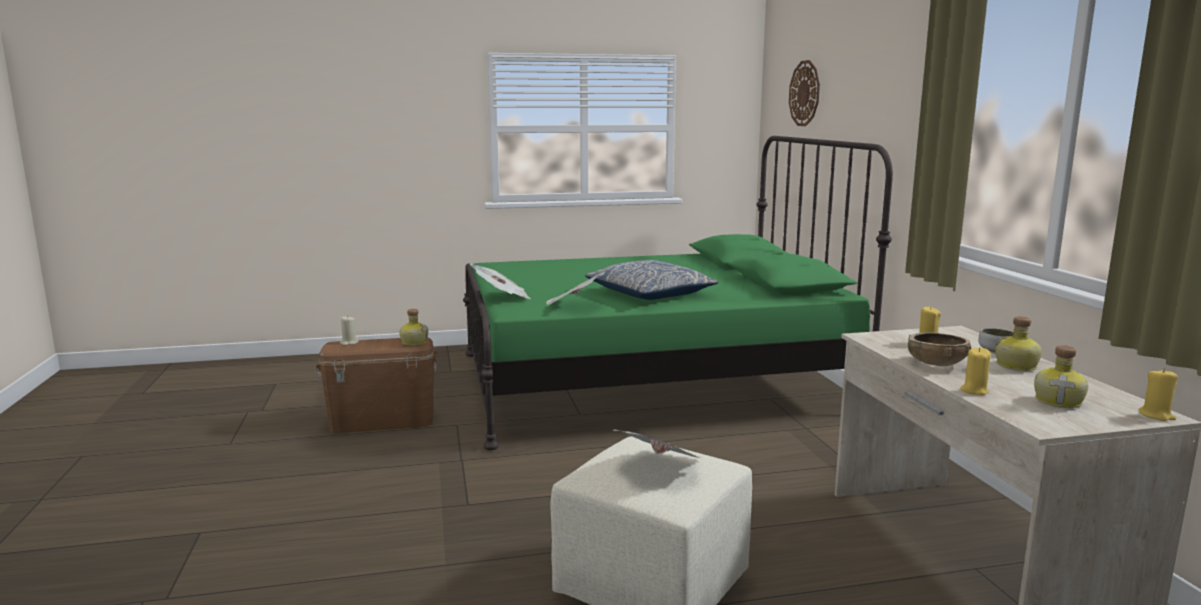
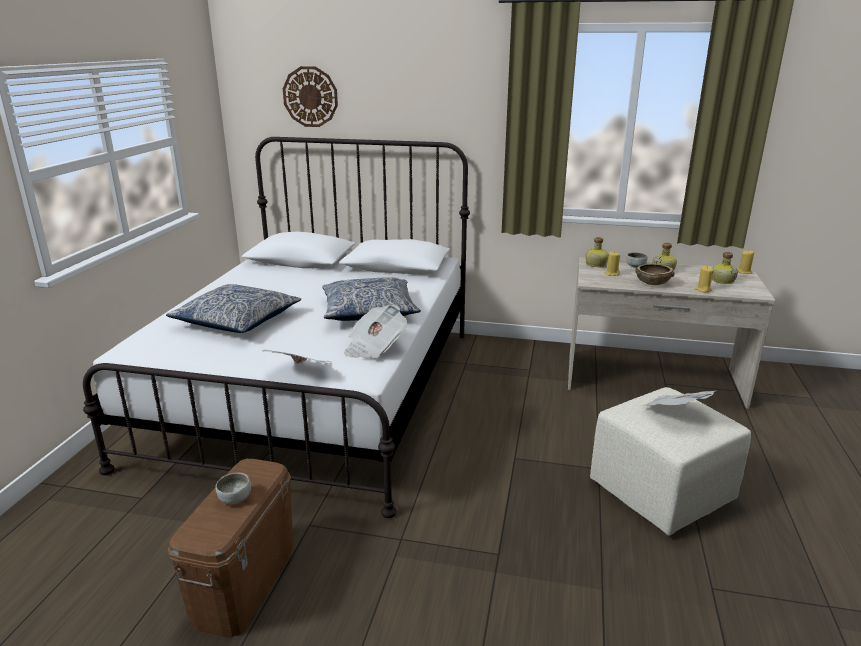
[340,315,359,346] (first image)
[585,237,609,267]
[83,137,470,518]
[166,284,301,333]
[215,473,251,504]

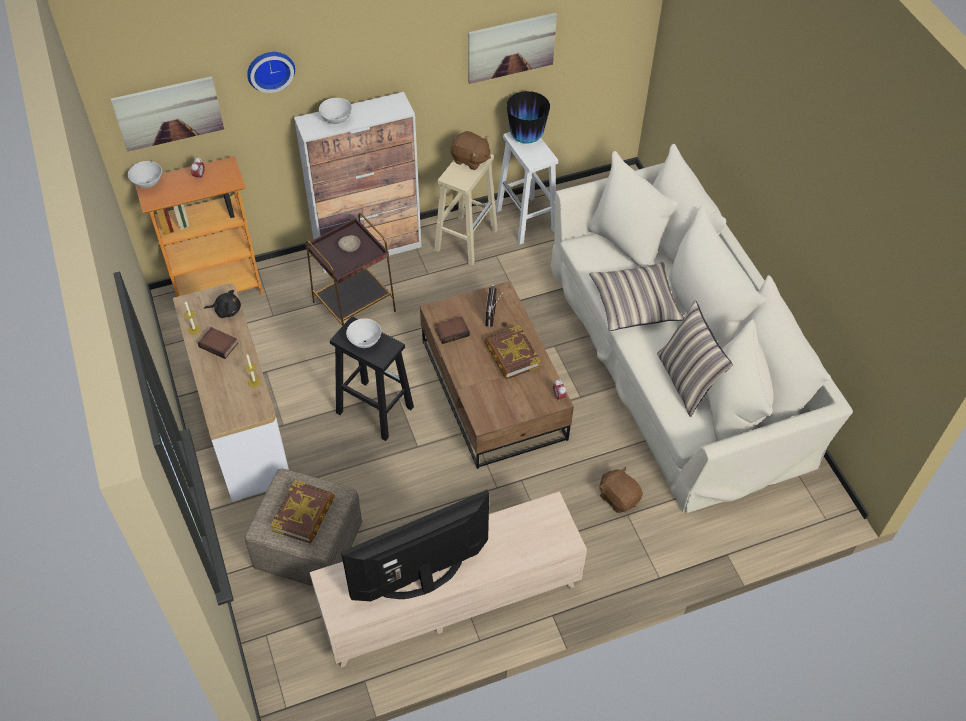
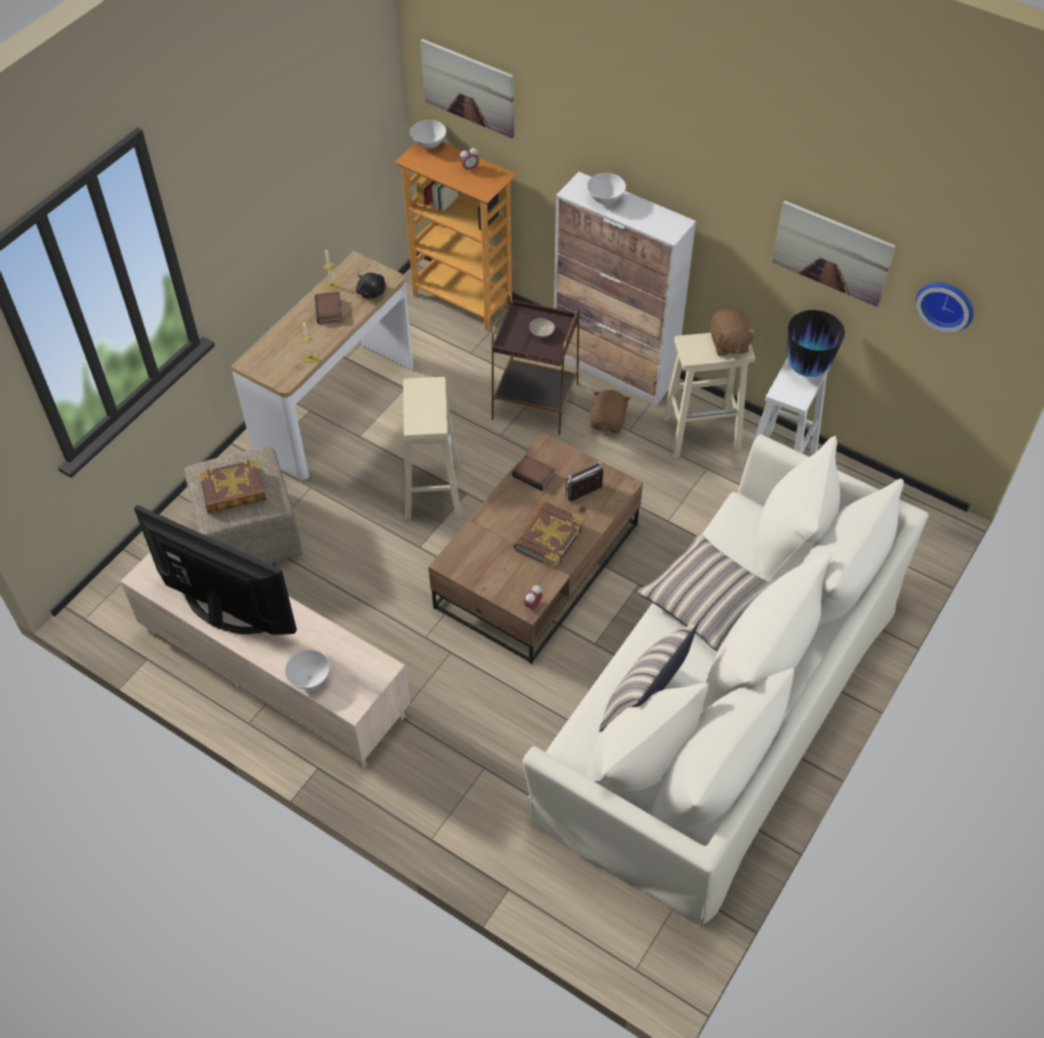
[916,282,974,333]
[403,377,462,520]
[285,650,329,689]
[590,390,630,433]

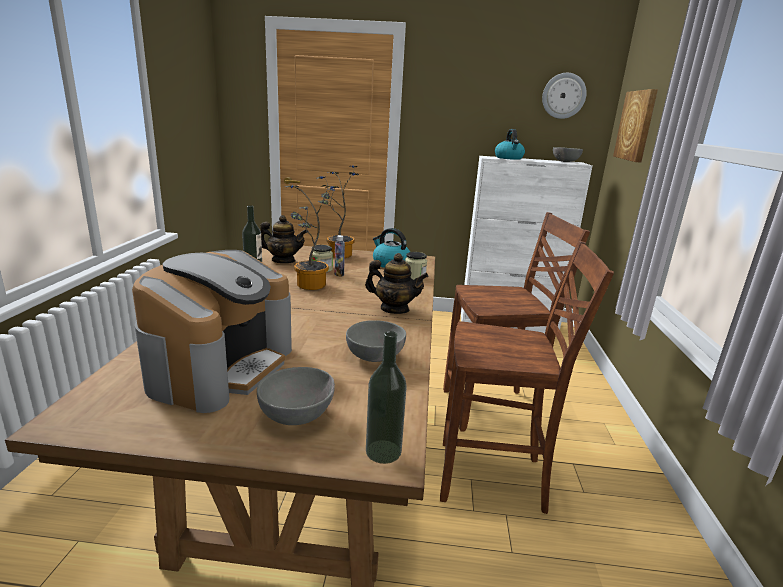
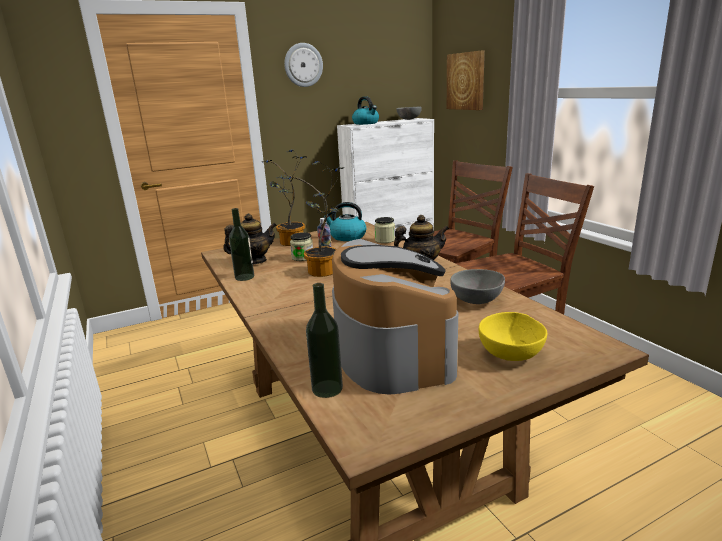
[479,312,547,361]
[306,283,343,398]
[284,43,323,87]

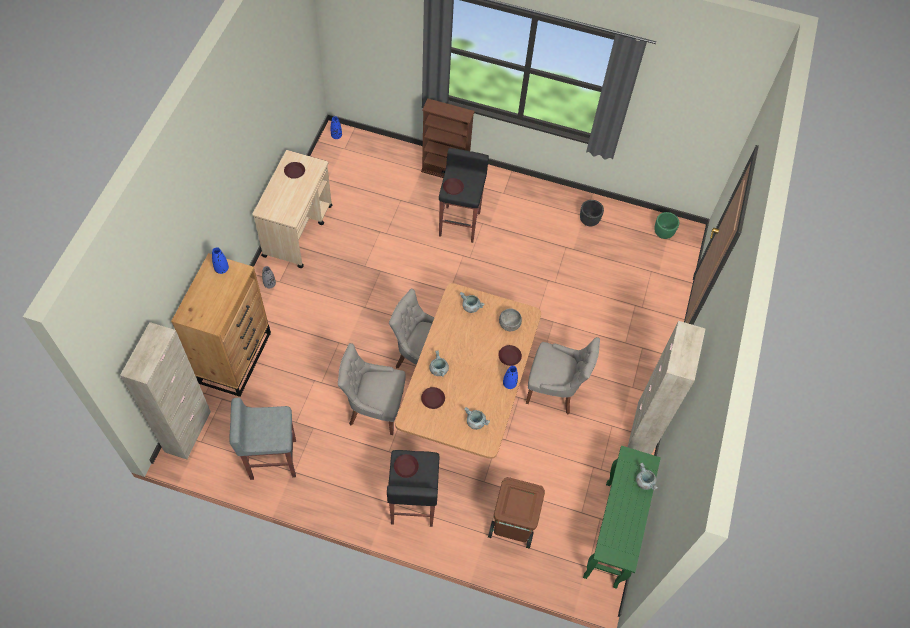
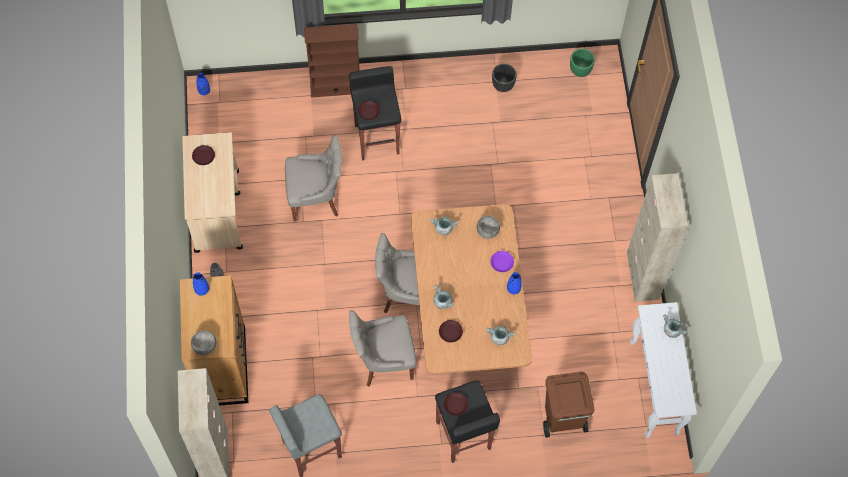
[490,251,514,272]
[285,135,342,222]
[630,302,697,438]
[191,330,217,355]

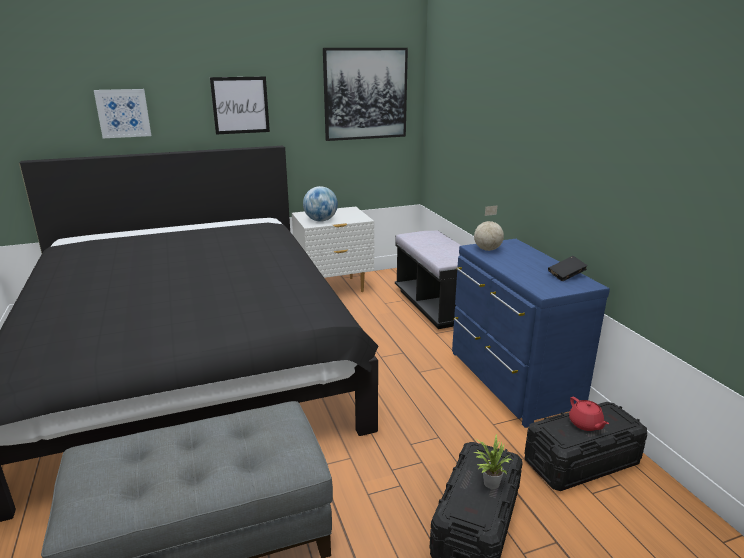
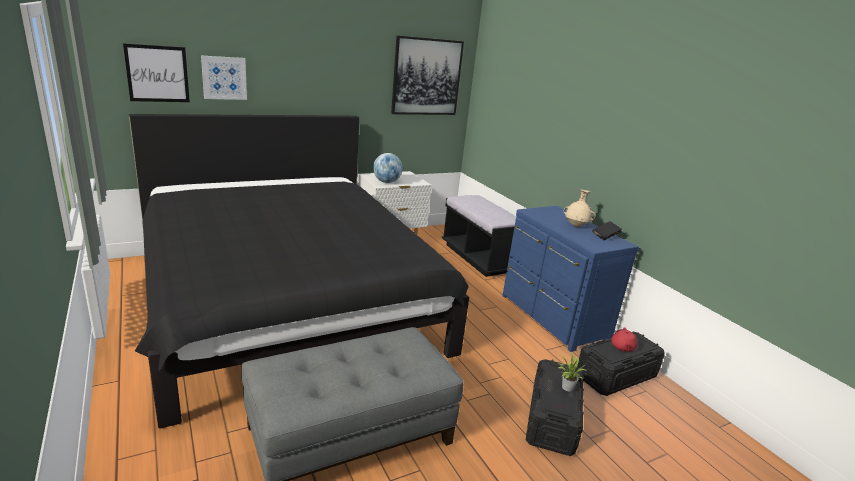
[123,43,190,102]
[474,206,504,251] (first image)
[611,327,637,352]
[564,190,595,227]

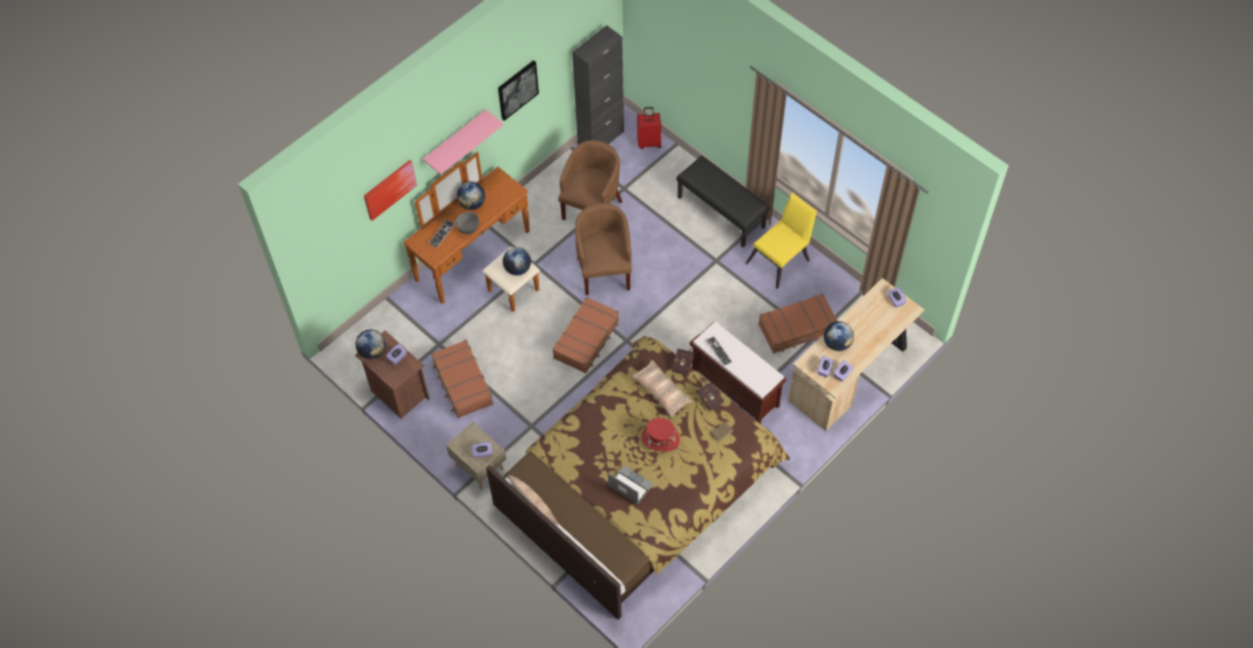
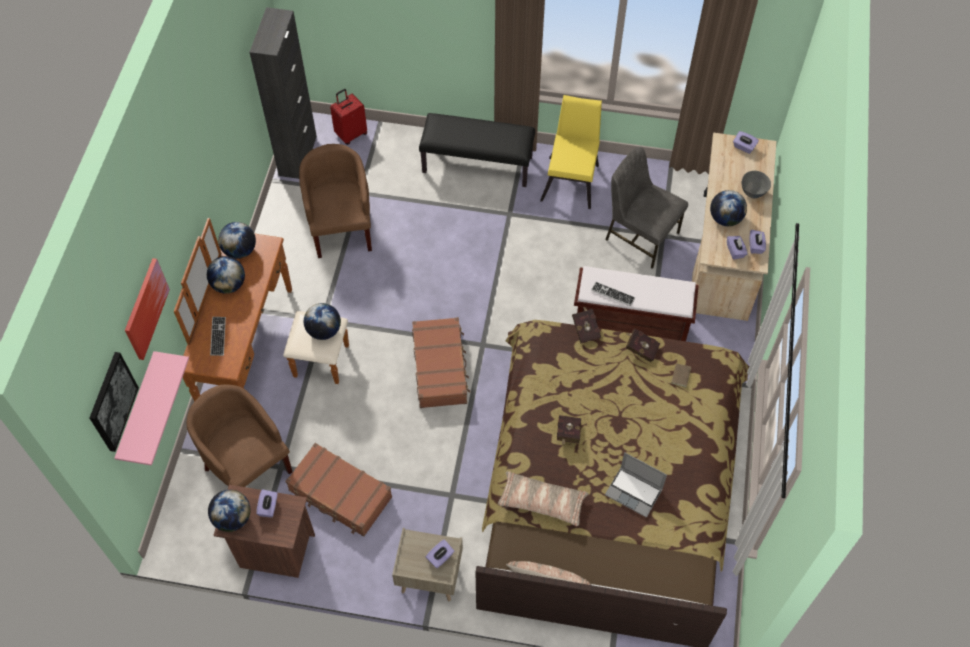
[114,351,189,466]
[742,171,771,198]
[90,352,139,452]
[187,384,293,487]
[605,452,667,518]
[498,471,589,526]
[641,418,680,452] (first image)
[605,147,688,269]
[218,222,256,259]
[557,415,581,445]

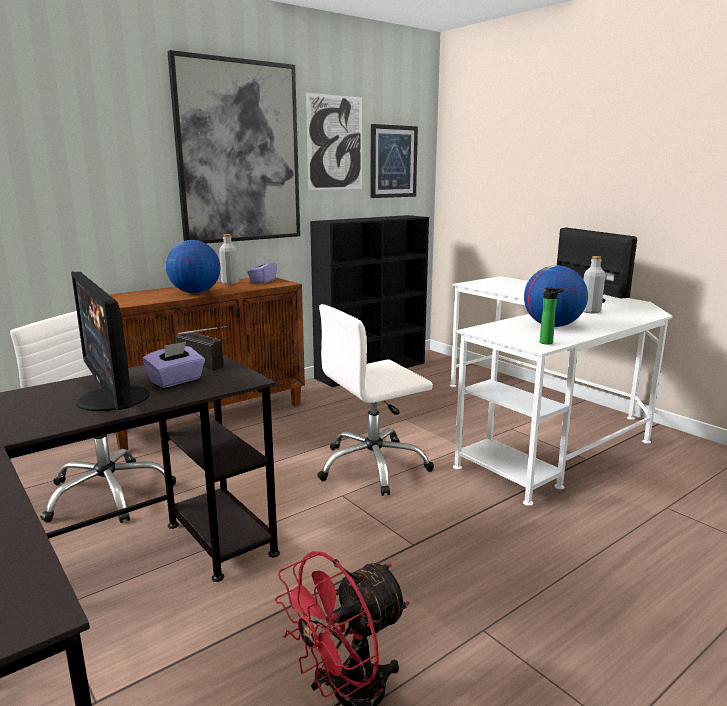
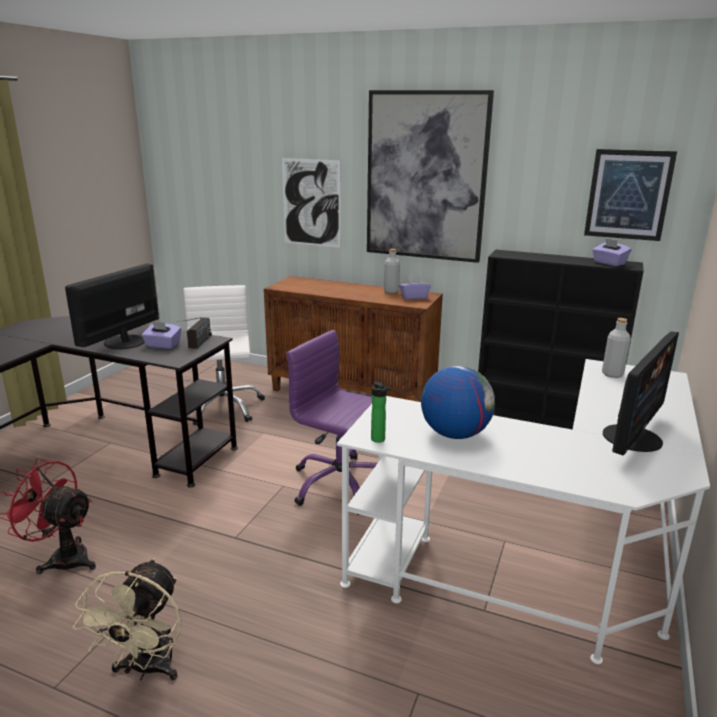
[166,240,221,293] (first image)
[282,158,340,248]
[286,330,377,515]
[602,318,631,378]
[73,558,182,681]
[592,238,631,266]

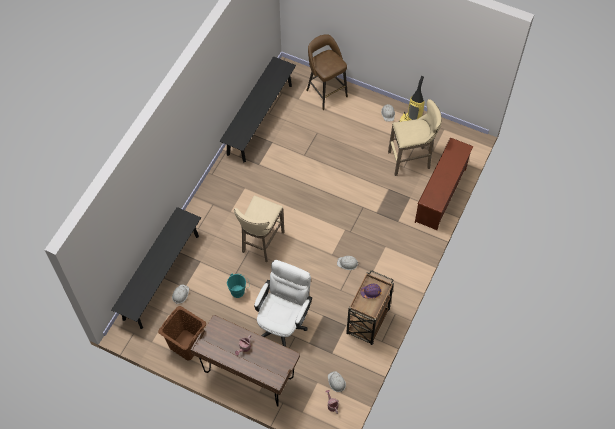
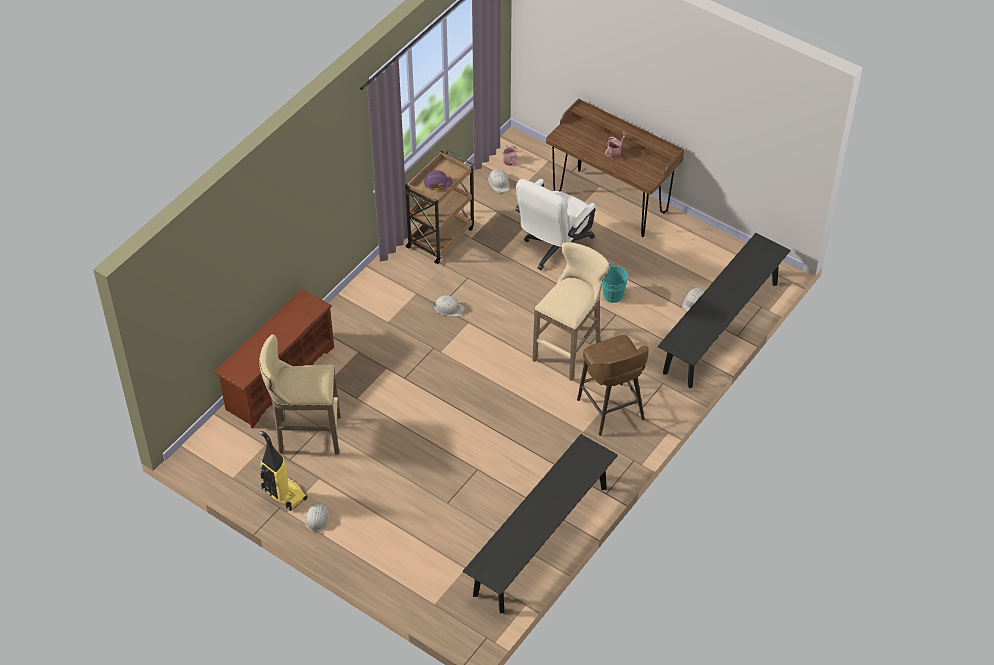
[158,306,206,361] (first image)
[577,335,649,436]

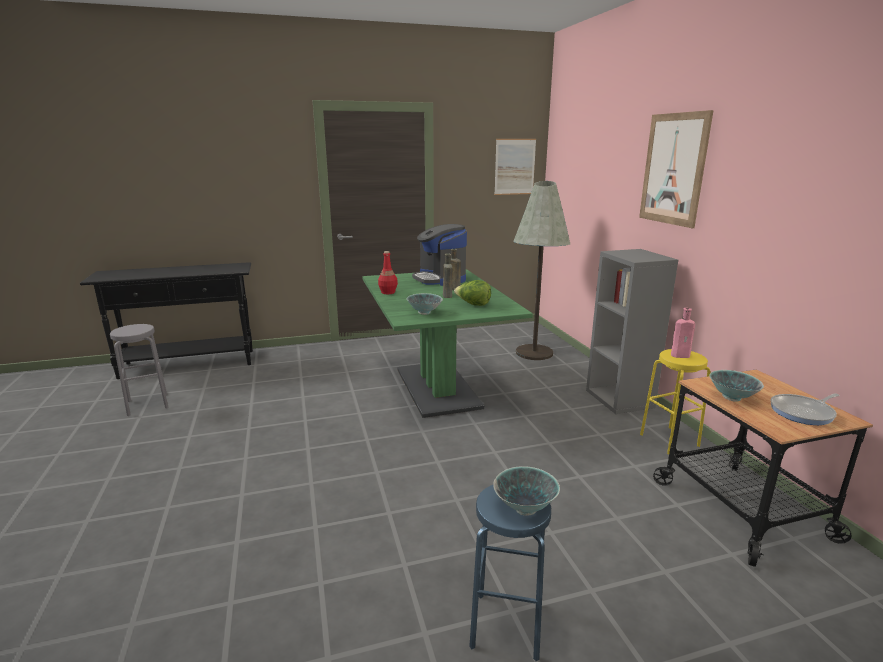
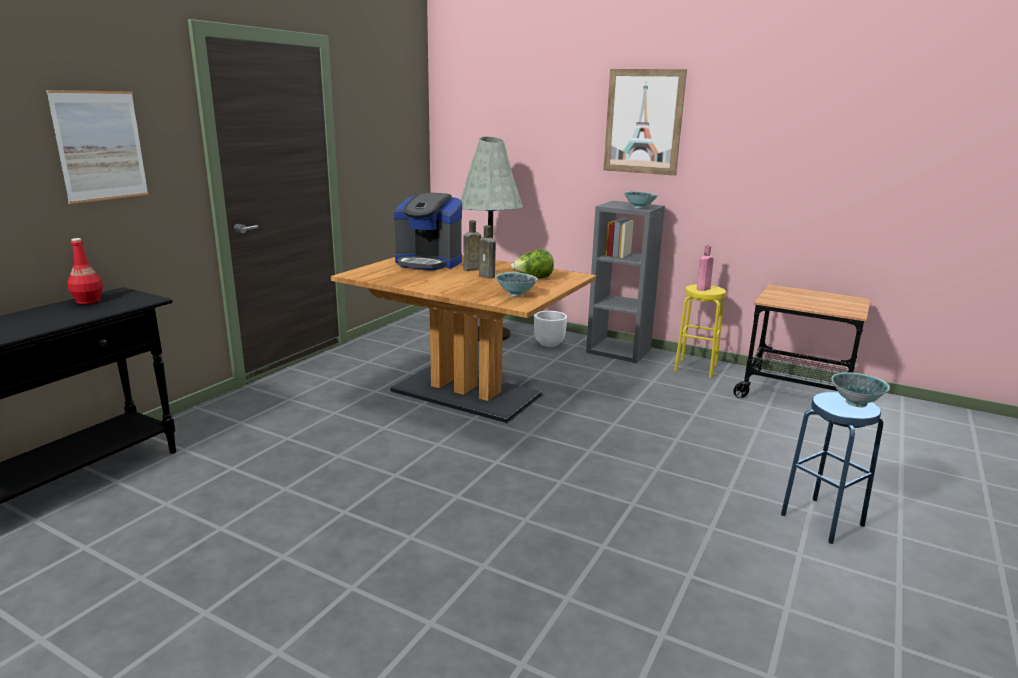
[110,324,169,416] (first image)
[331,255,596,423]
[67,238,103,304]
[46,90,148,204]
[624,191,658,209]
[770,393,839,425] (first image)
[534,311,567,347]

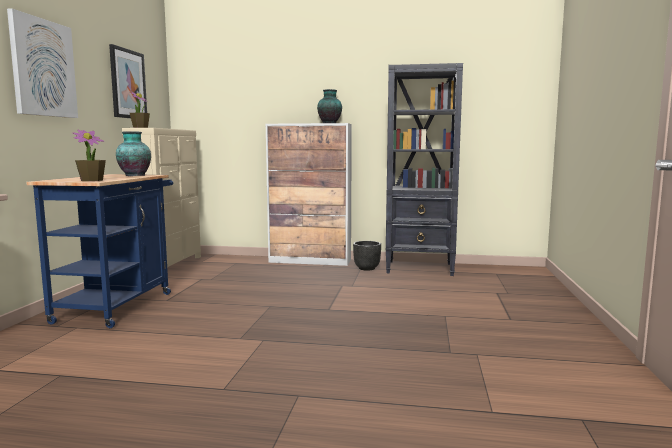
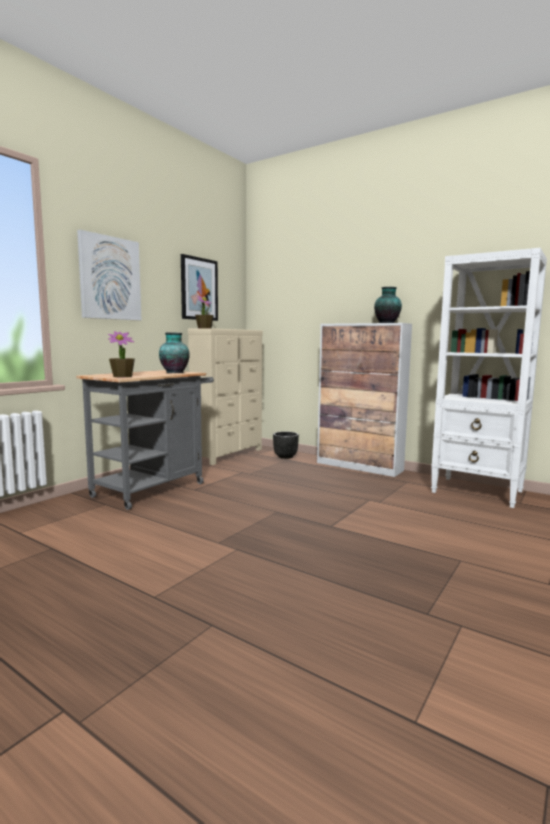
[76,370,214,510]
[273,431,299,459]
[431,248,547,508]

